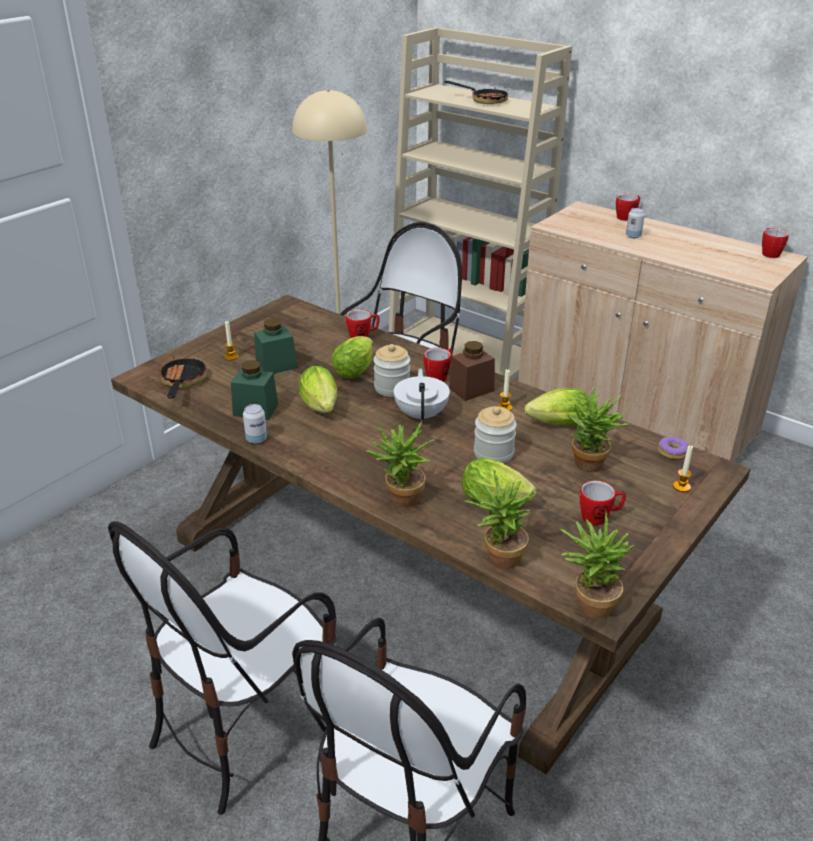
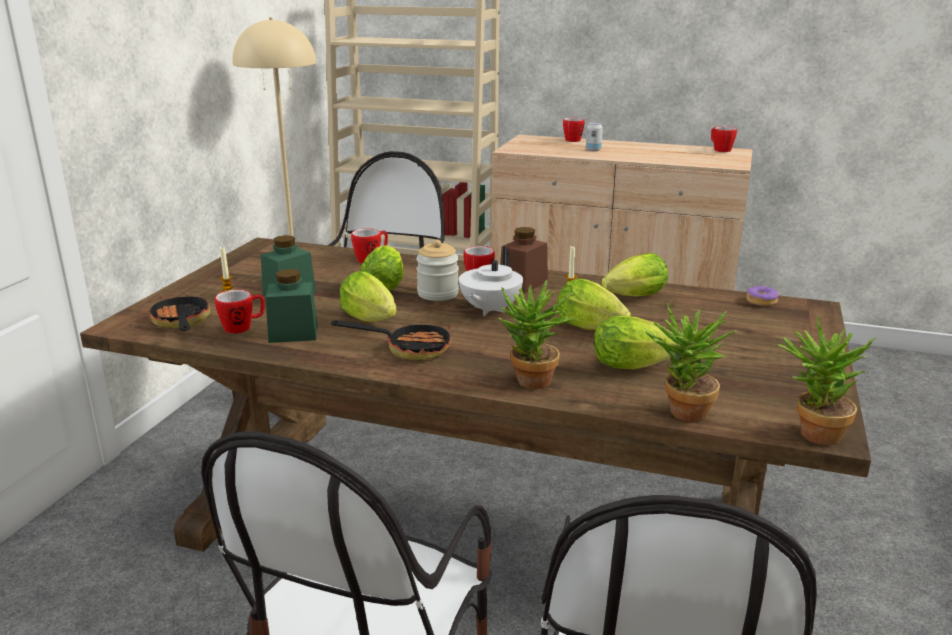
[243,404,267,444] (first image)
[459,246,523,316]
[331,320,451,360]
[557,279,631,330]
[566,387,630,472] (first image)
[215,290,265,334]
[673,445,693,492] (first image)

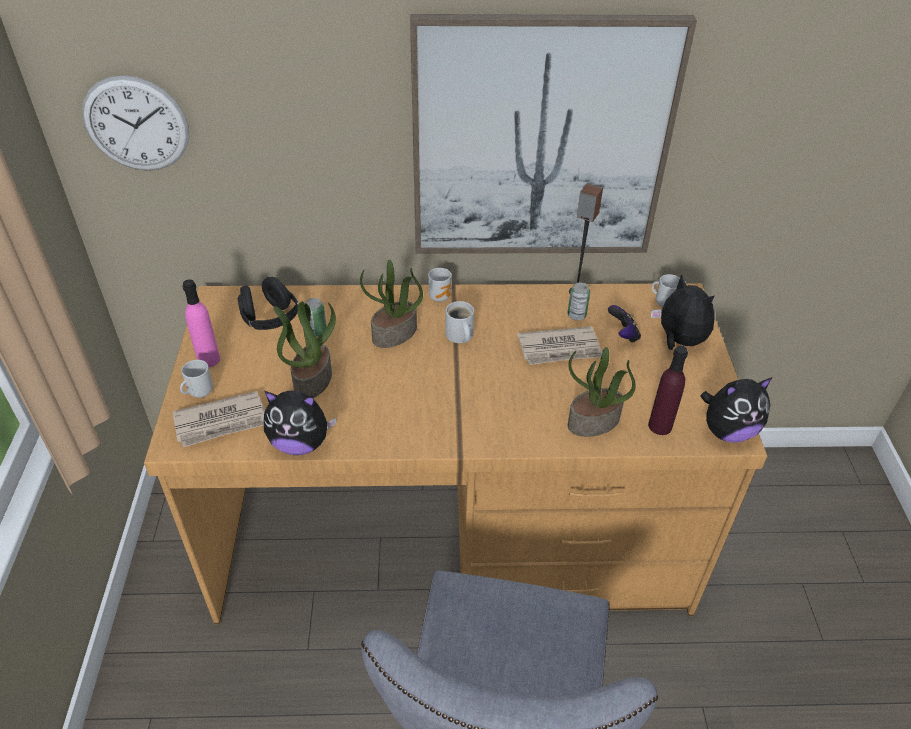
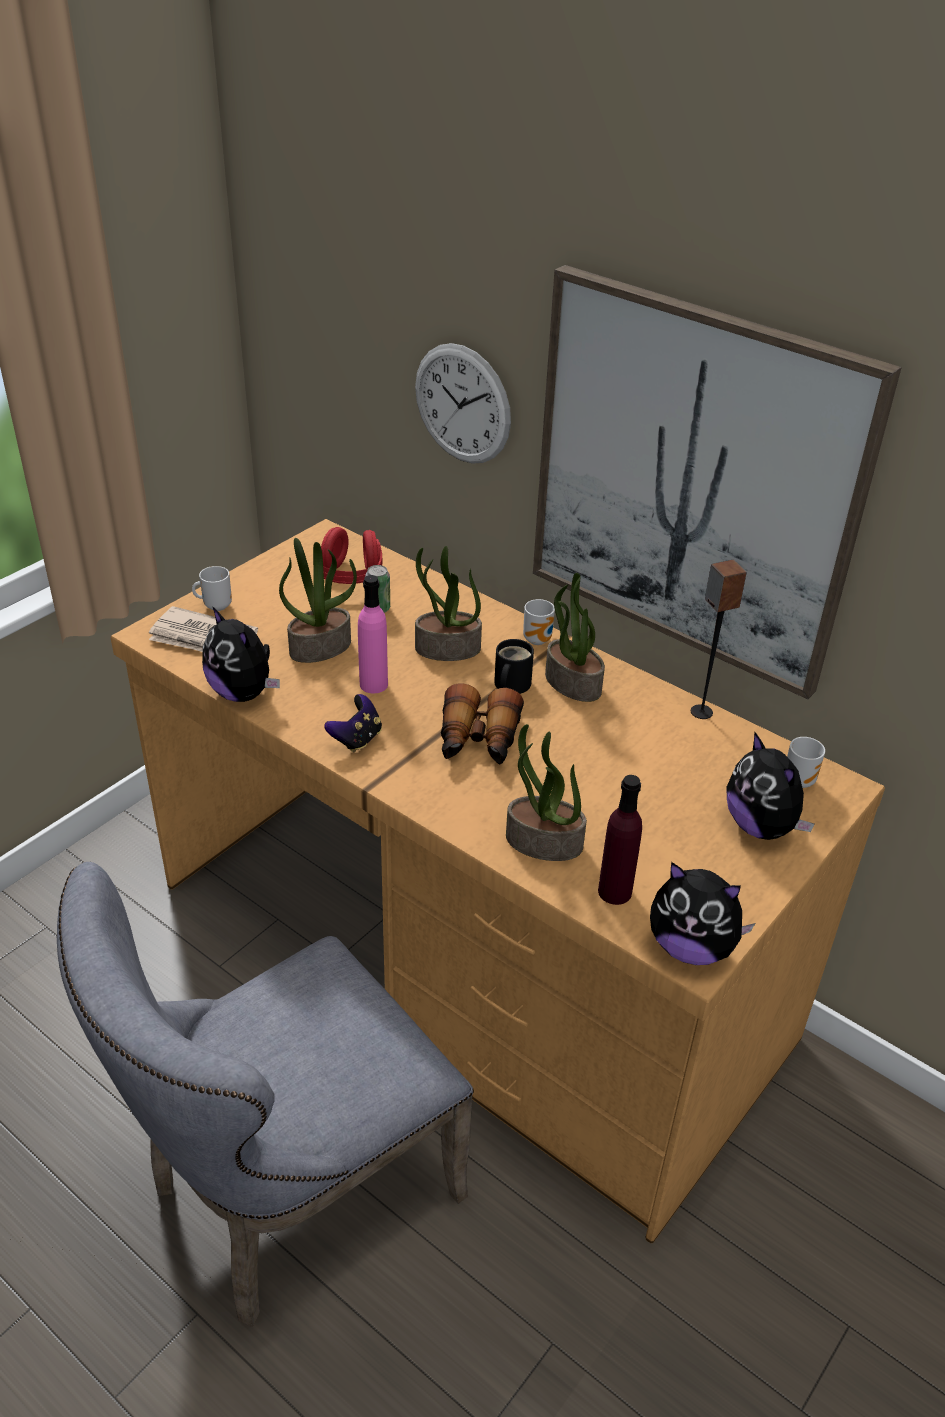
[415,343,511,464]
[358,575,388,693]
[321,527,382,584]
[494,639,534,694]
[517,326,602,365] (first image)
[567,283,590,320] (first image)
[324,694,382,752]
[726,731,814,840]
[441,683,524,764]
[545,573,605,702]

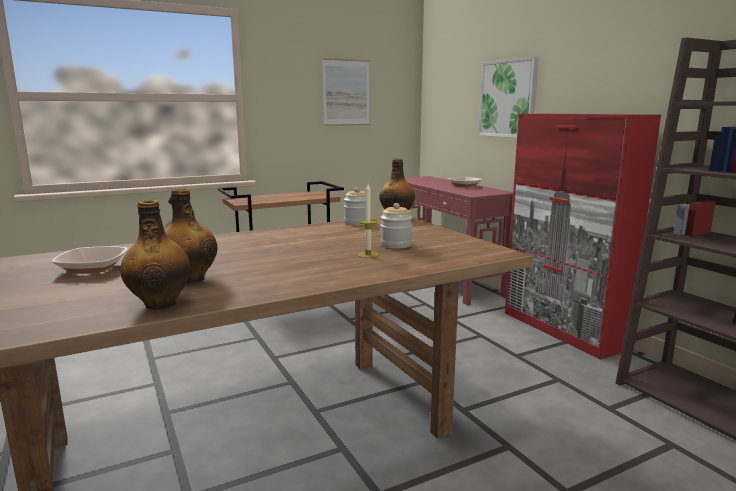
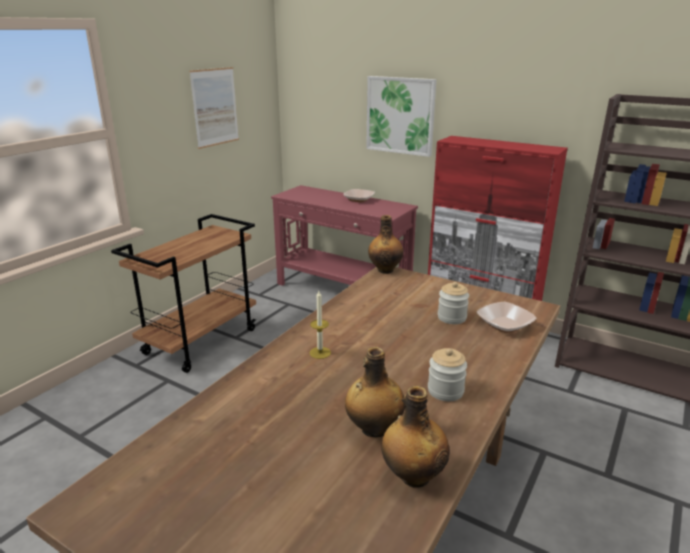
[477,302,536,333]
[428,348,467,401]
[309,291,331,359]

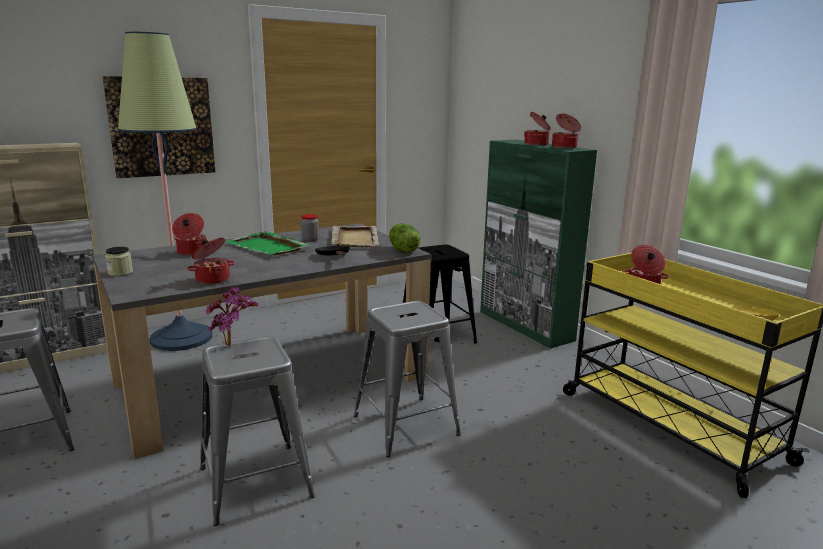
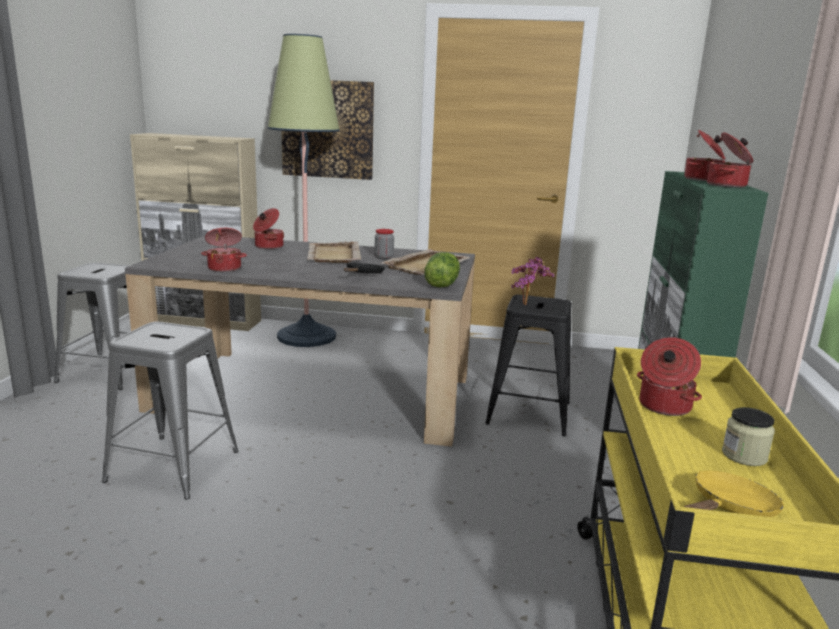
[722,407,775,466]
[512,257,554,305]
[307,241,362,263]
[354,301,461,457] (first image)

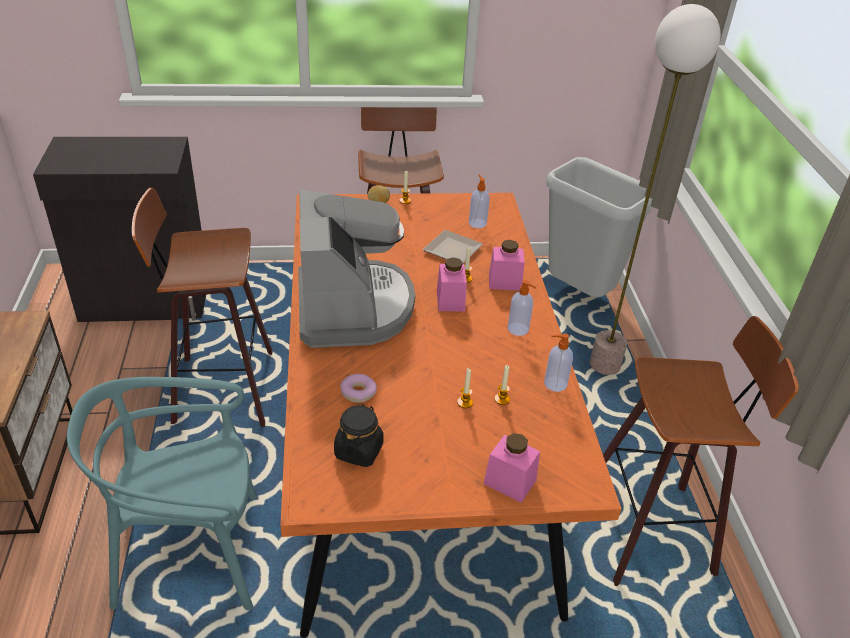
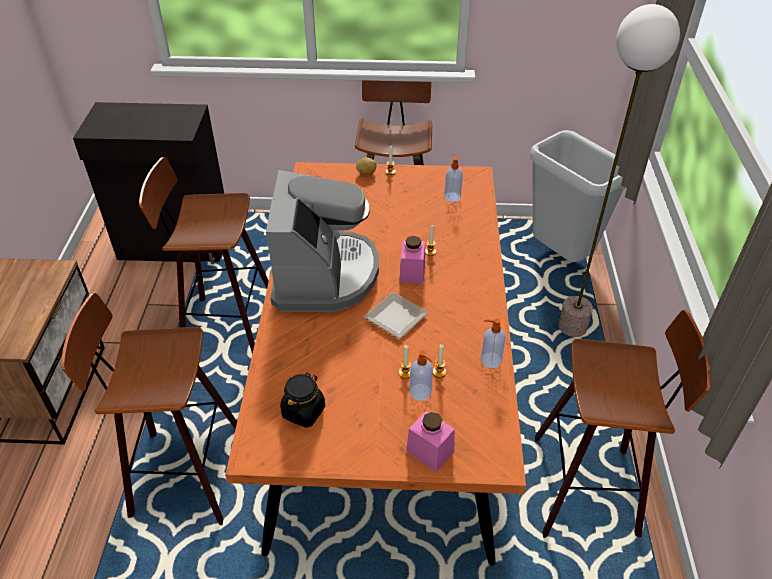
[61,293,237,525]
[340,374,377,403] (first image)
[364,292,429,339]
[489,240,525,291] (first image)
[409,351,433,401]

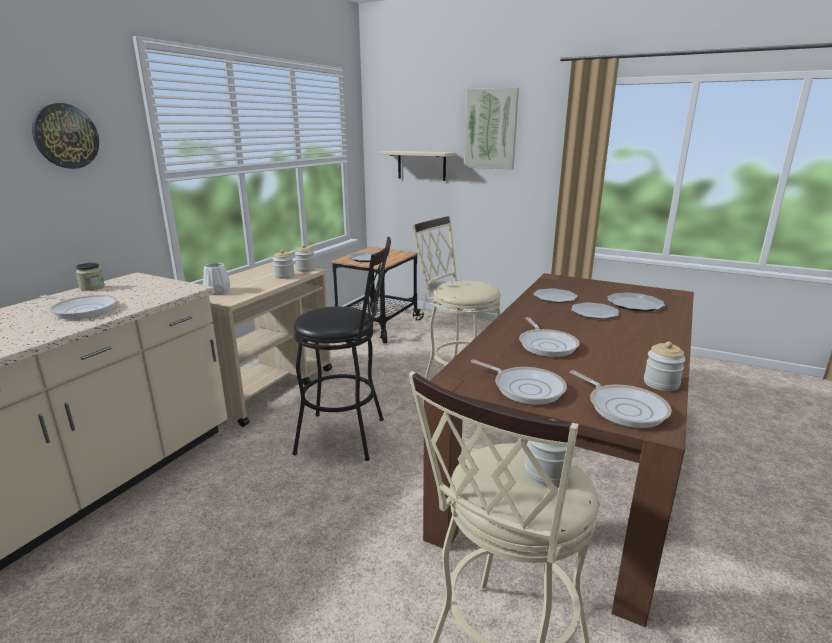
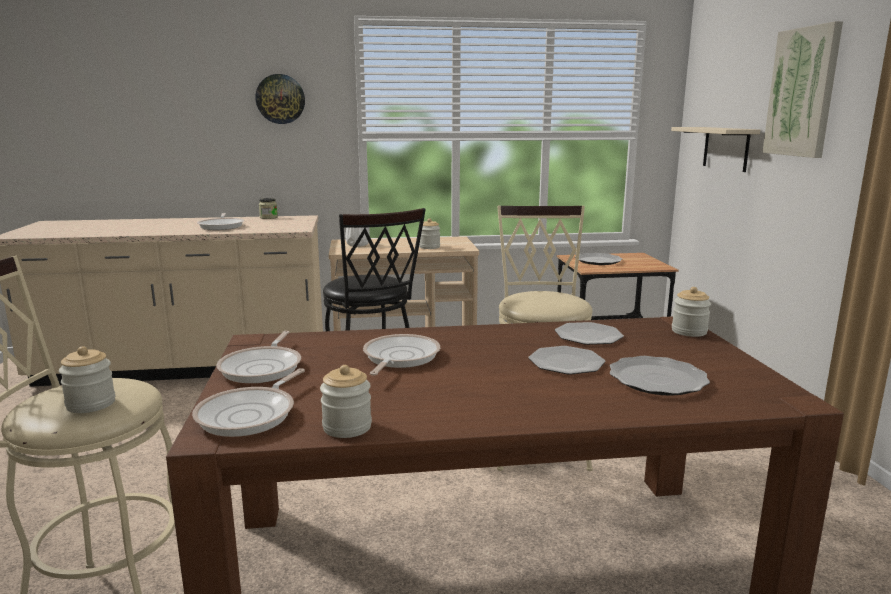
[672,287,711,337]
[363,334,440,375]

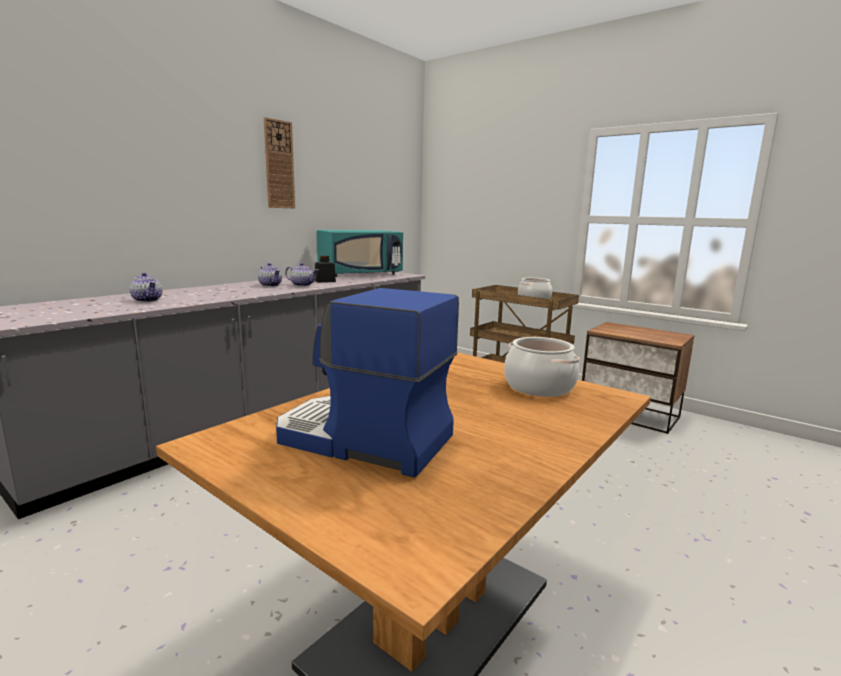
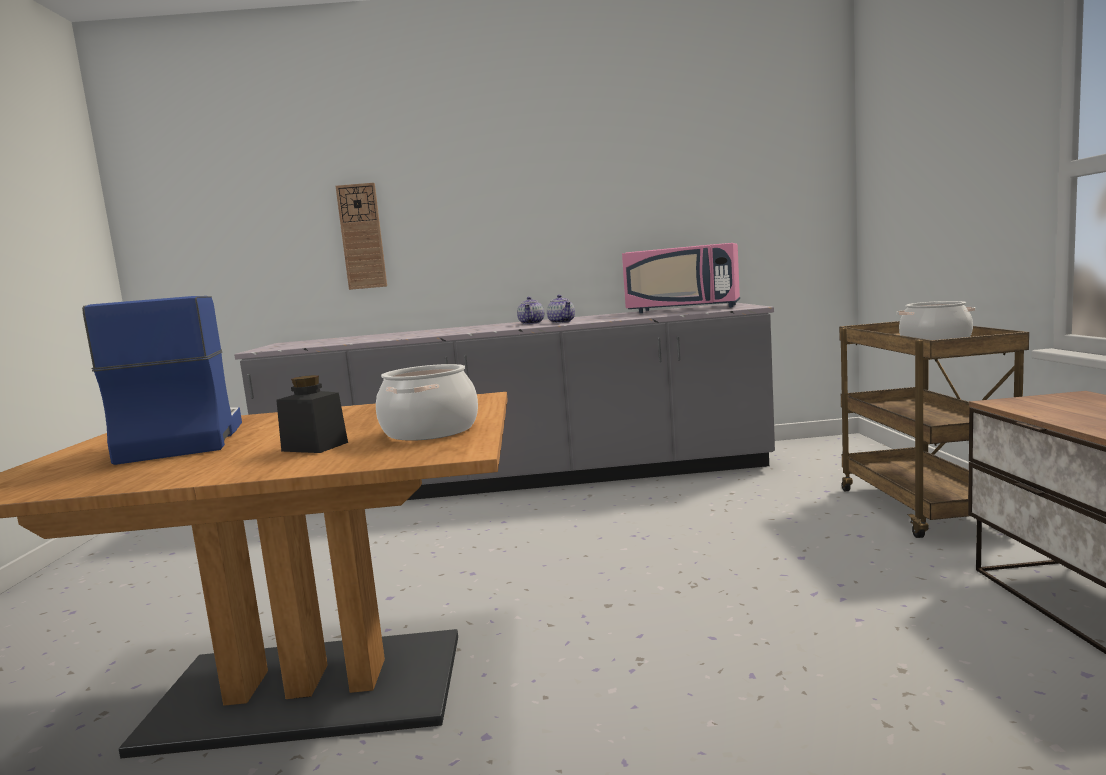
[129,273,162,302] (first image)
[336,183,387,290]
[276,375,348,453]
[622,243,740,313]

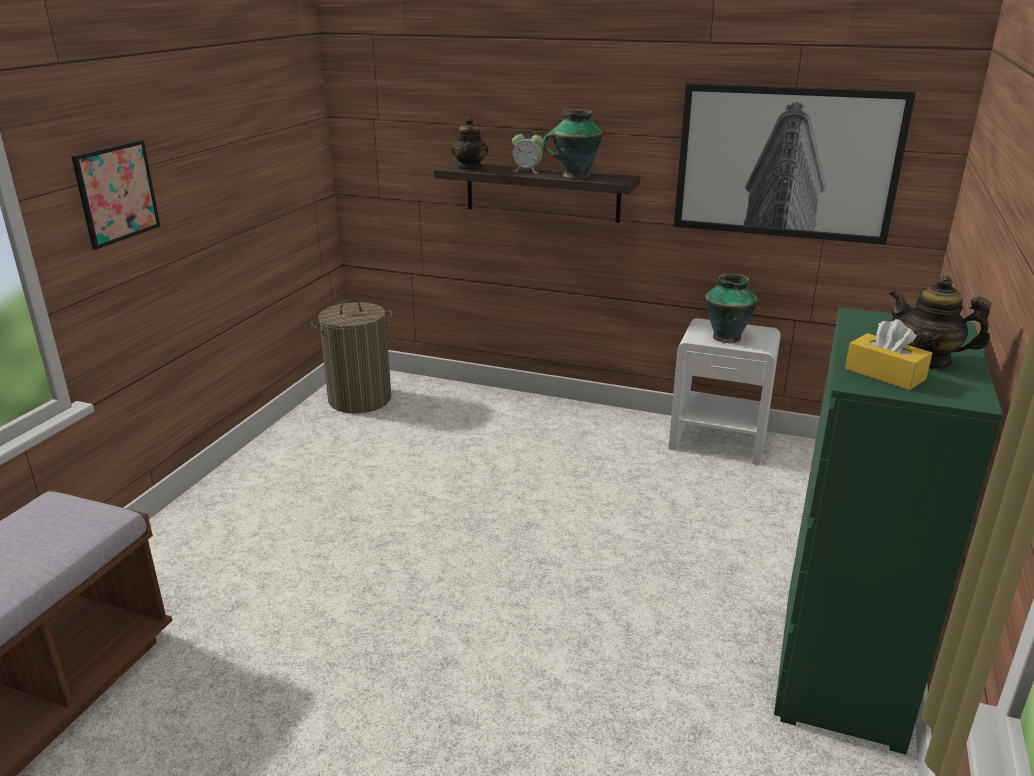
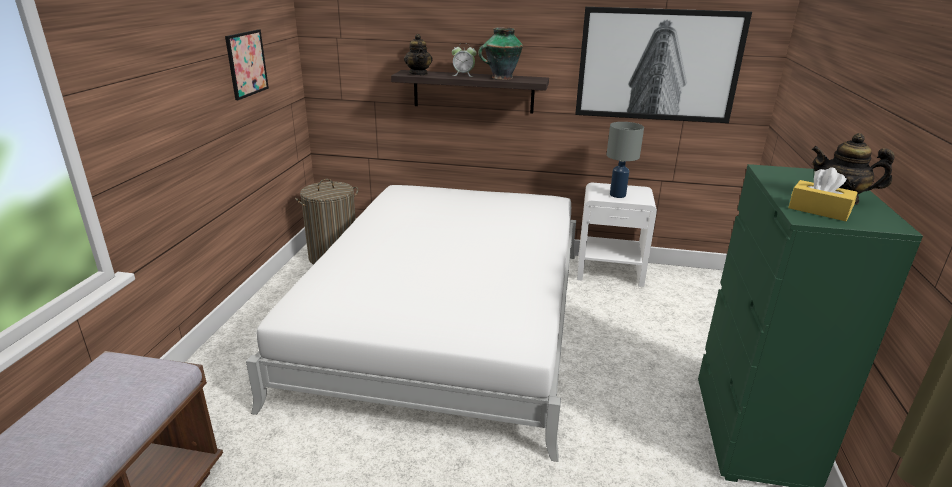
[225,29,269,100]
[607,122,644,198]
[246,185,576,462]

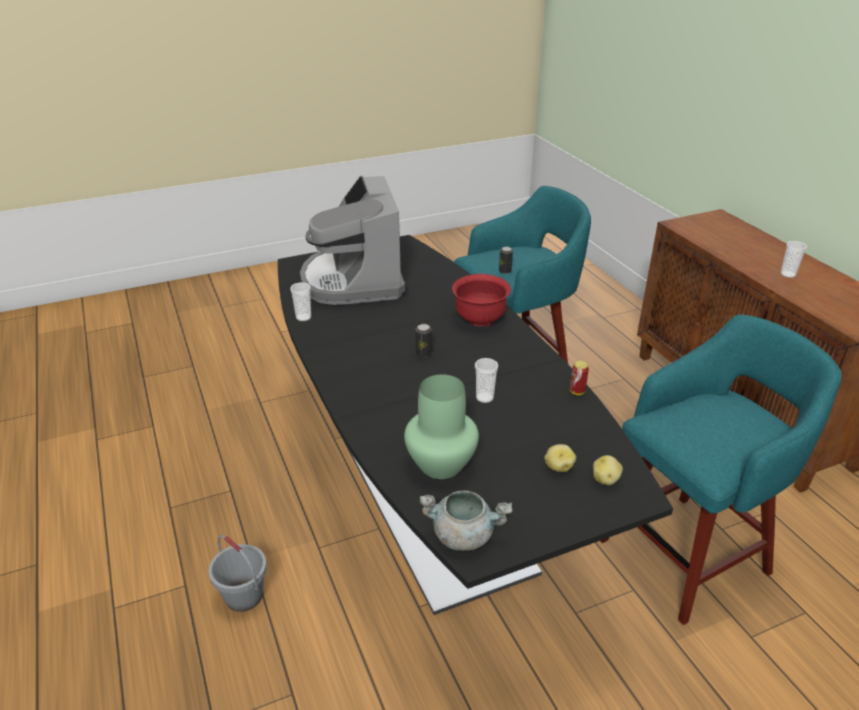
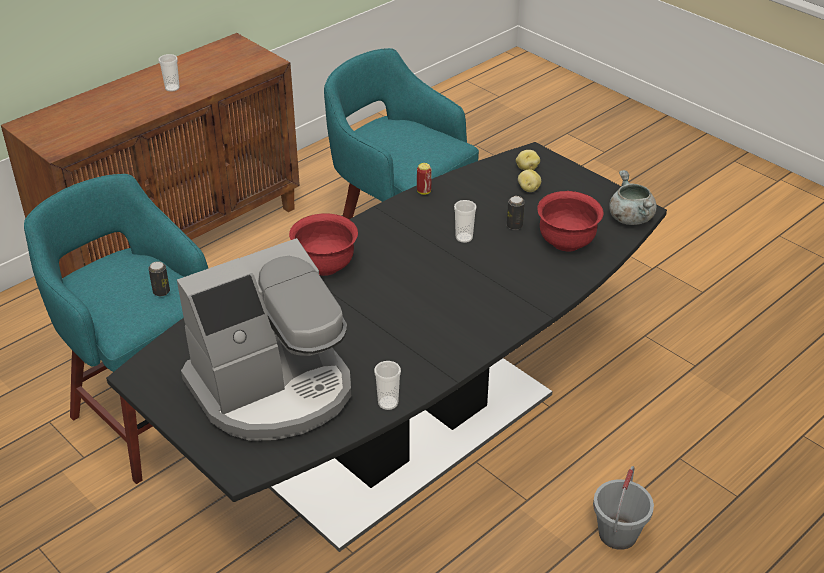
[537,191,603,251]
[507,196,525,230]

